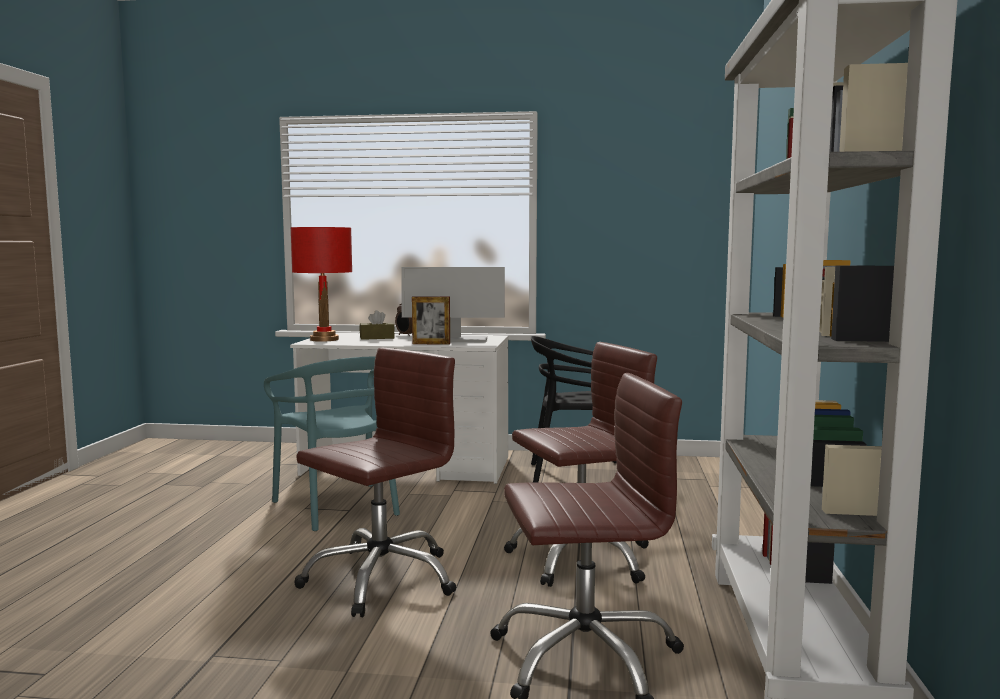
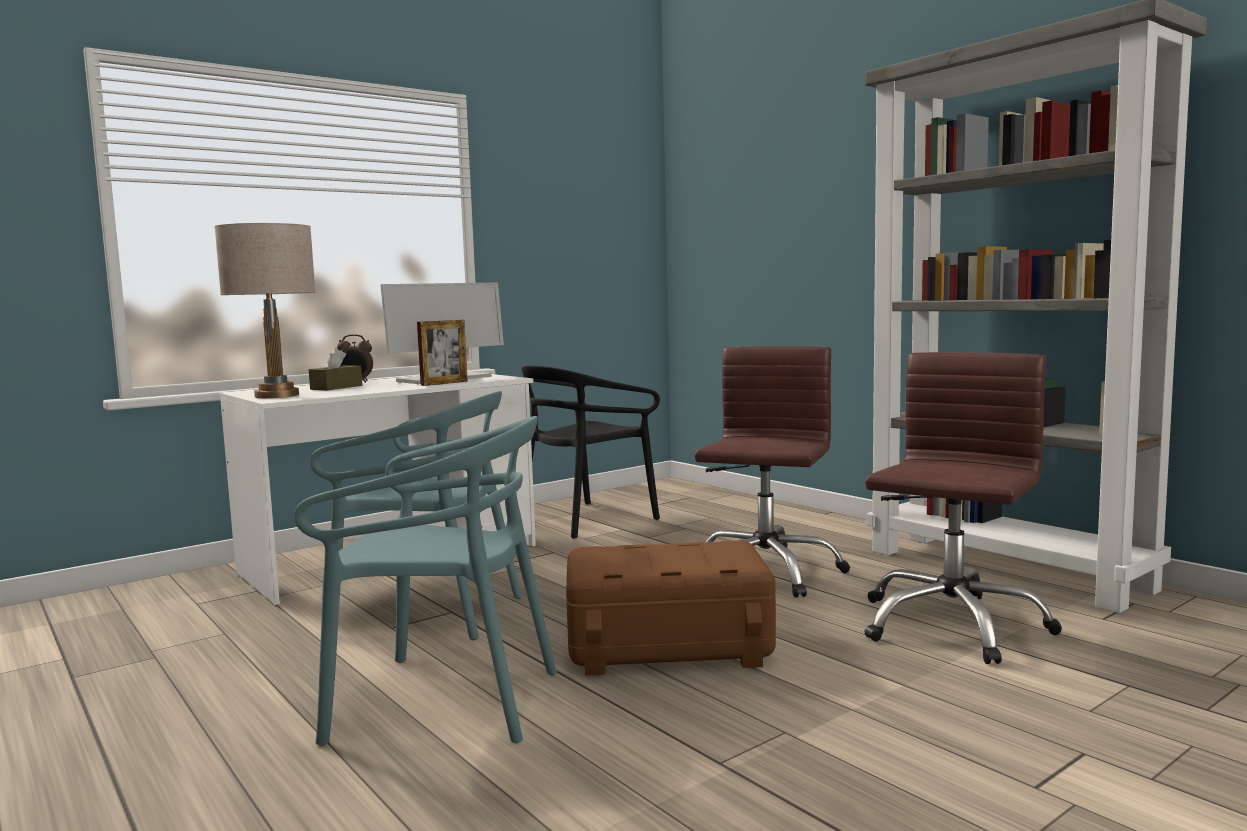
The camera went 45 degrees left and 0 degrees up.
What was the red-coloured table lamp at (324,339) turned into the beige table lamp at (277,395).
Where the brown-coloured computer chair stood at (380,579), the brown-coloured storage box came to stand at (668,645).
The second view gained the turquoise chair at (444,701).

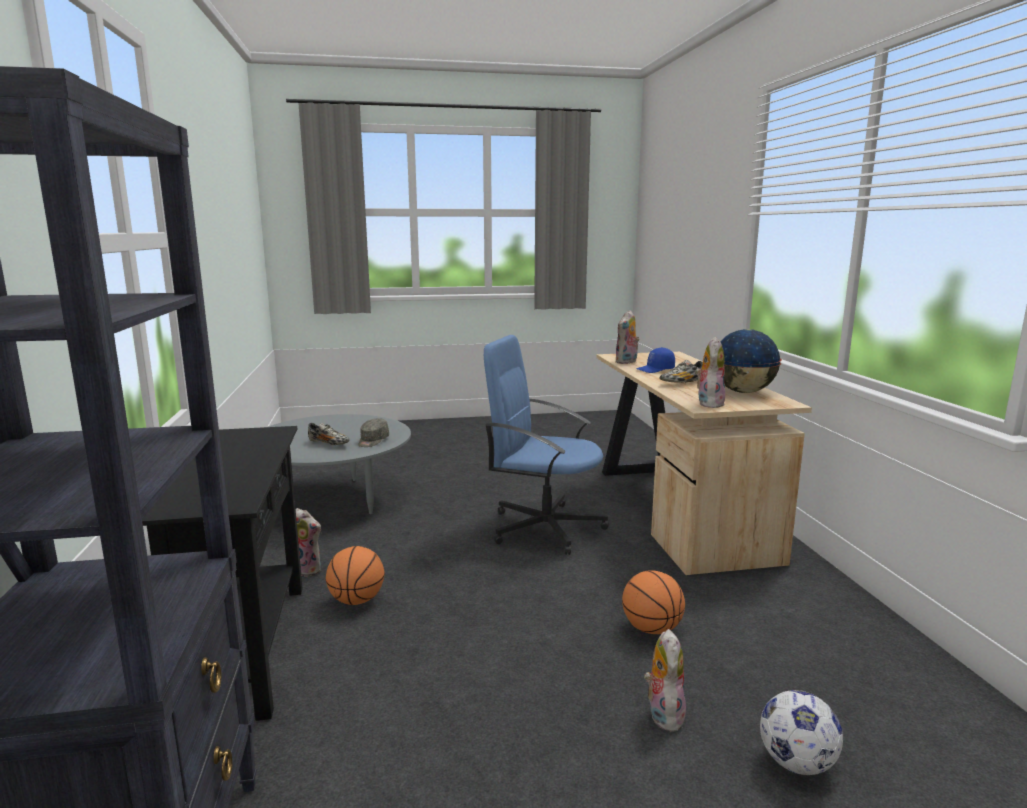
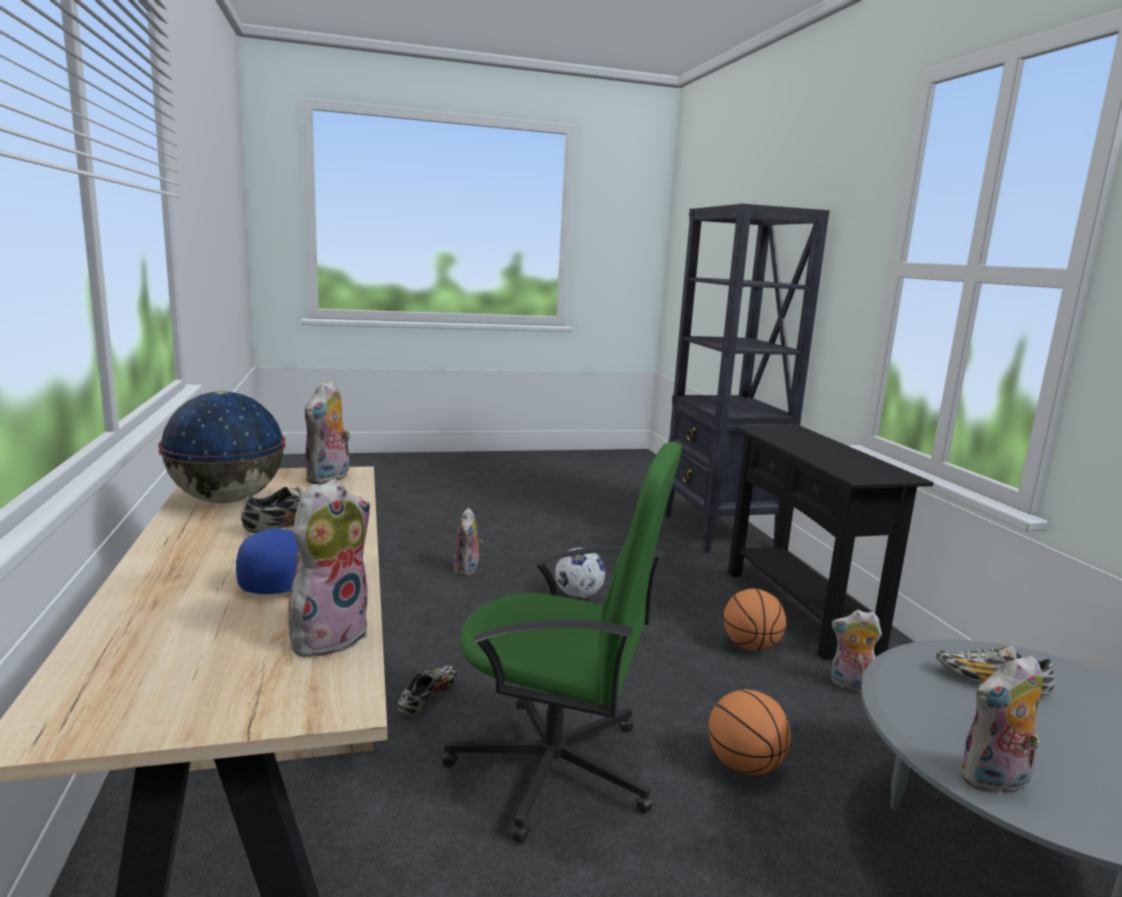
The camera went 175 degrees right and 0 degrees up.
The second view lost the greyish cap at (373,441).
What was the bluish computer chair at (544,527) turned into the green computer chair at (555,768).
The basketball ball ended up elsewhere, having gone from (651,629) to (744,766).
The football ball ended up elsewhere, having gone from (796,763) to (579,595).
The second view gained the low shoe at (428,698).
The second view gained the soft toy at (994,782).

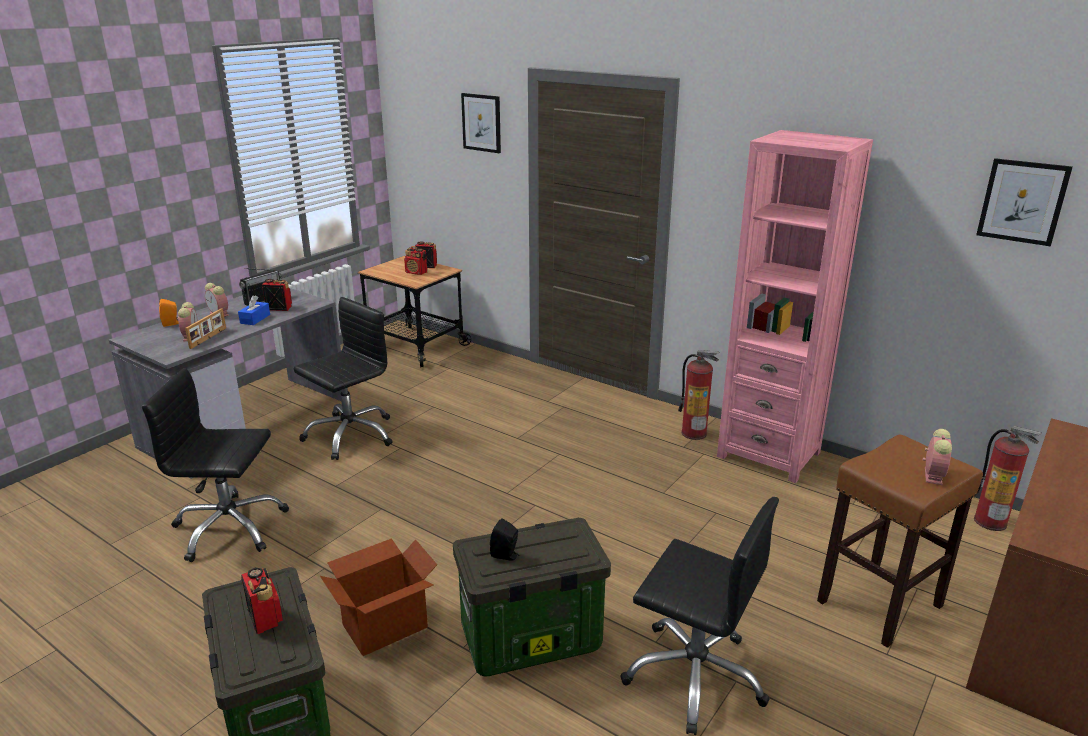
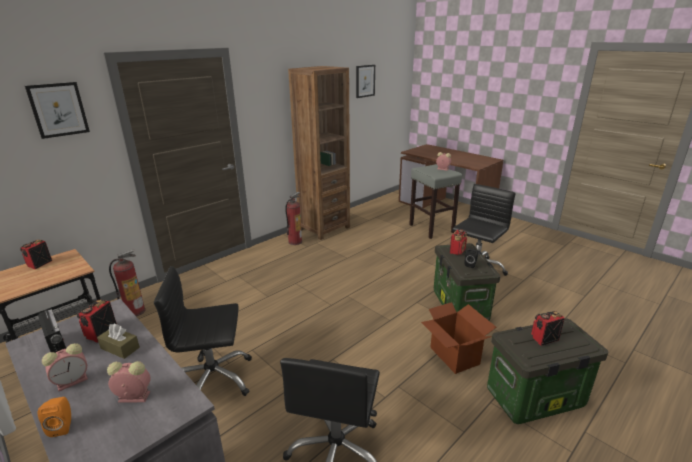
The camera went 80 degrees left and 0 degrees up.
The second view lost the picture frame at (209,338).
What was the bluish box of tissues at (255,319) turned into the brown-coloured box of tissues at (120,348).
The black computer chair at (350,435) ended up facing another way, 60 degrees counterclockwise from before.
The radio set ended up elsewhere, having gone from (416,273) to (457,251).
What was the pinkish bookcase at (768,454) turned into the brown-coloured bookcase at (324,228).
What was the brown-coloured stool seat at (880,603) turned into the greyish stool seat at (431,228).
The extinguisher ended up elsewhere, having gone from (990,521) to (135,311).

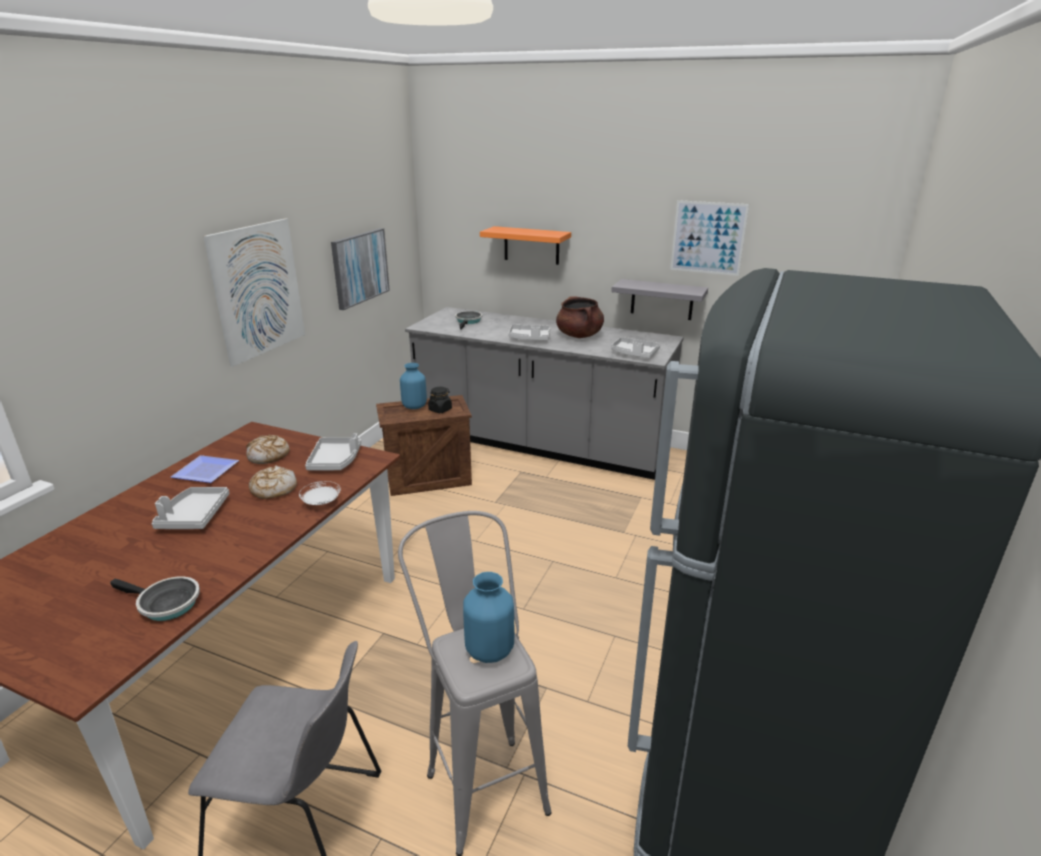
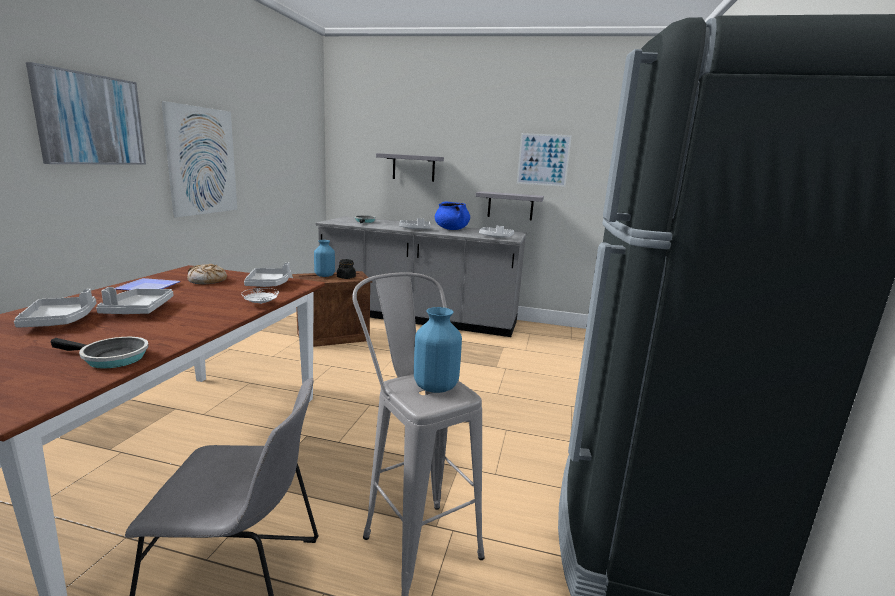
The camera went 10 degrees left and 10 degrees down.
The second view lost the baked bread at (273,489).
The wall art ended up elsewhere, having gone from (360,267) to (90,119).
What was the orange shelf at (531,245) turned into the greyish shelf at (413,167).
What was the brown-coloured cooking pot at (579,335) turned into the bluish cooking pot at (451,229).
The second view gained the greyish tray at (60,320).

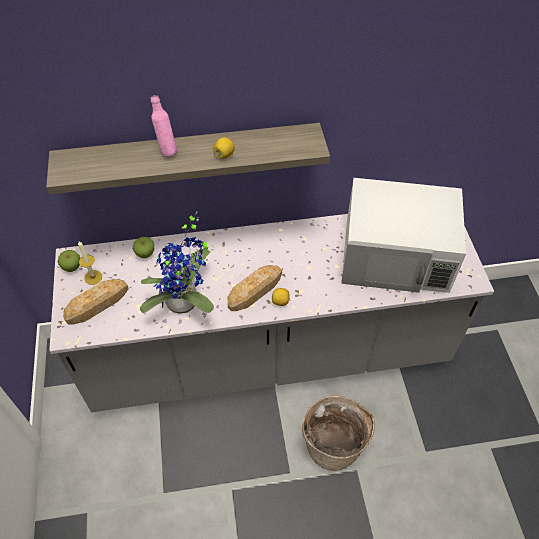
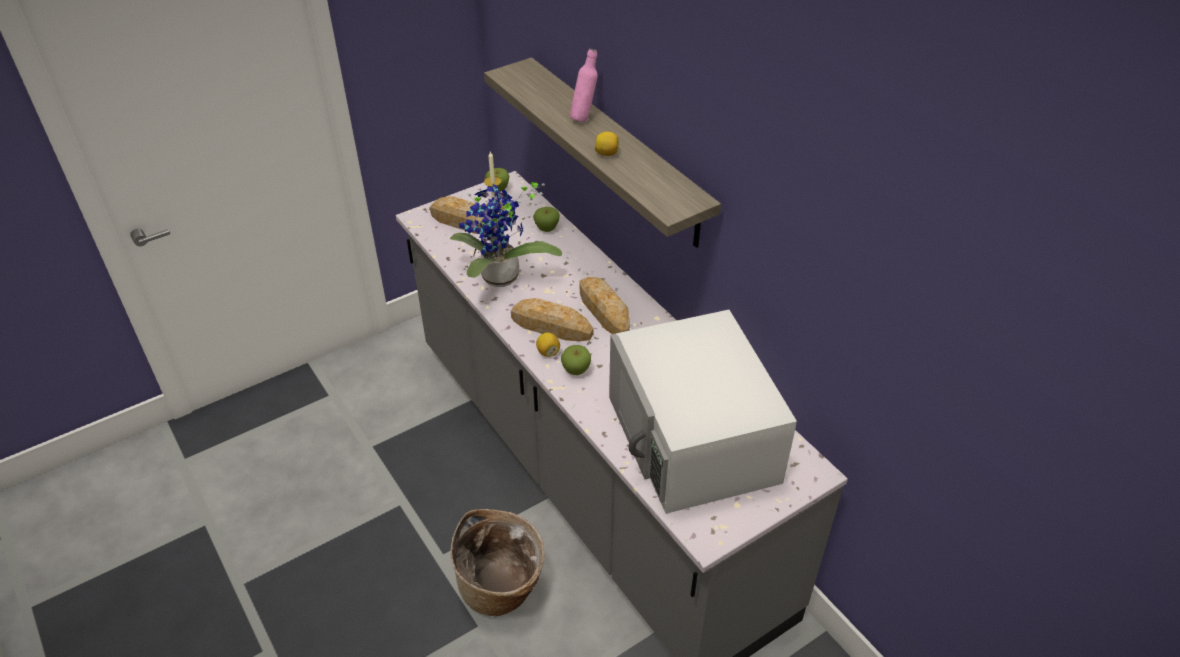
The camera went 65 degrees right and 10 degrees down.
The second view gained the apple fruit at (576,370).
The second view gained the baked bread at (604,310).

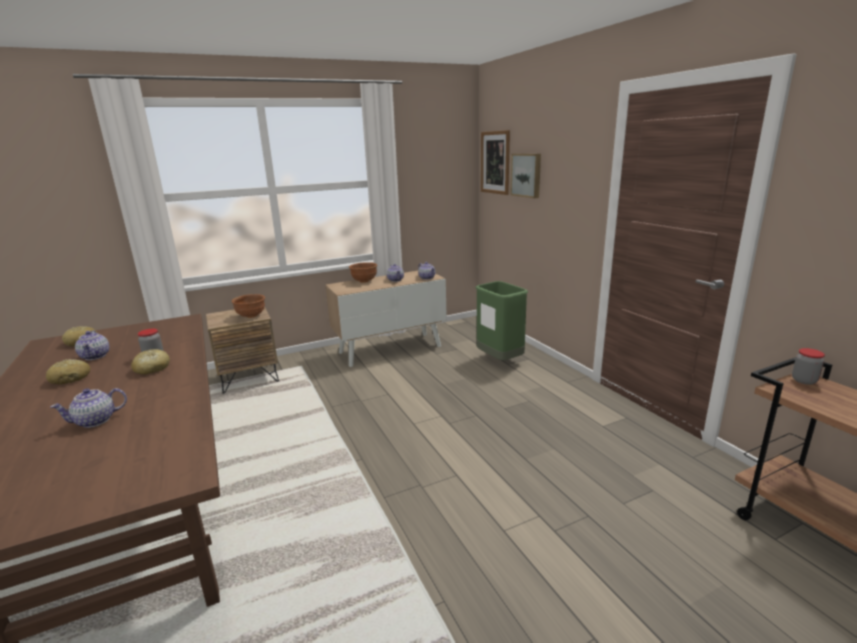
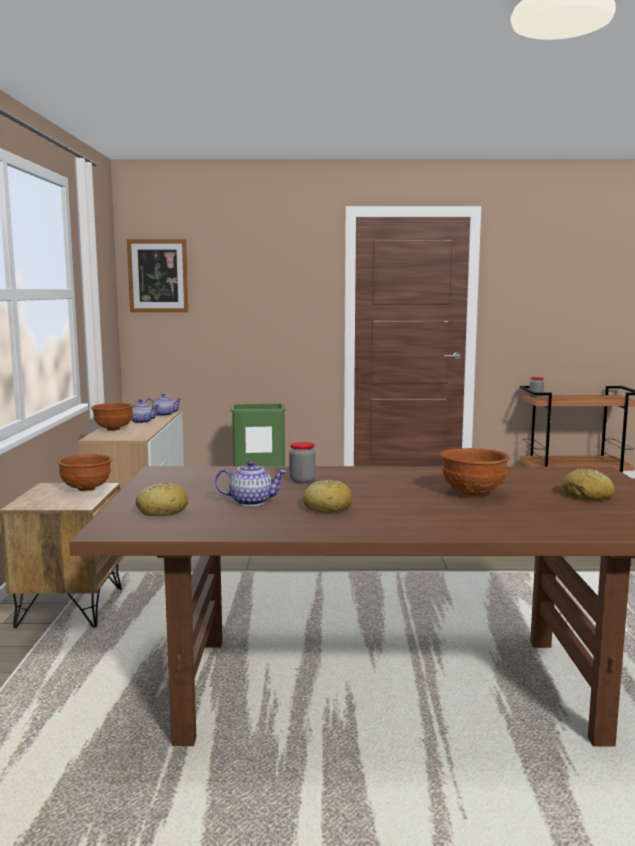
The camera went 65 degrees left and 10 degrees down.
Where the pot for tea stood at (96,421), the brown-coloured deep dish came to stand at (473,493).
The baked bread ended up elsewhere, having gone from (152,369) to (587,496).
The second view lost the wall art at (527,175).

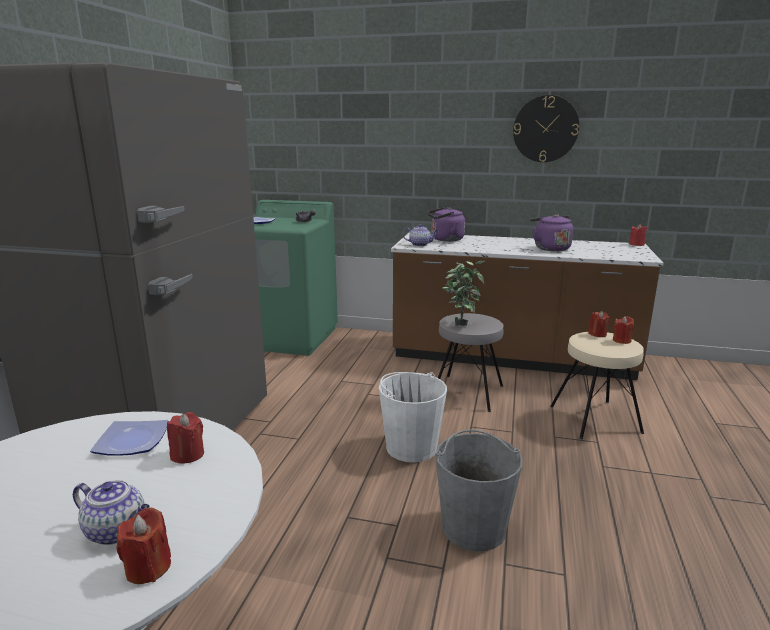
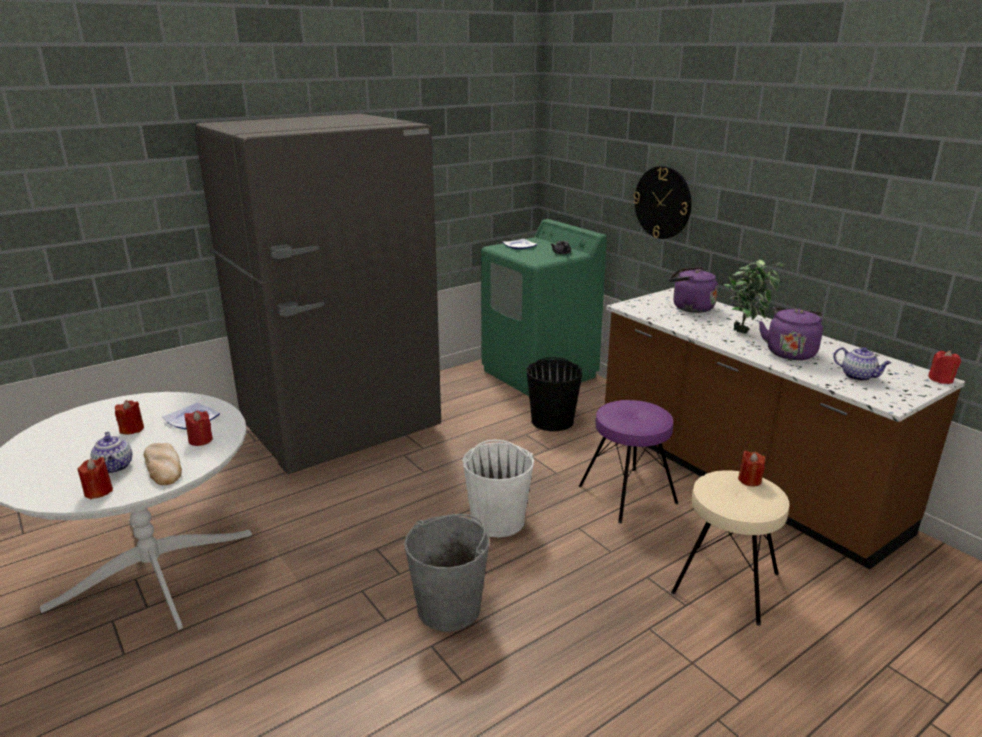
The camera went 40 degrees right and 5 degrees up.
The pot for tea ended up elsewhere, having gone from (420,244) to (858,376).
What was the greyish stool seat at (466,393) turned into the purplish stool seat at (626,494).
The plant in a pot ended up elsewhere, having gone from (461,323) to (746,331).
The clock on the wall ended up elsewhere, having gone from (545,129) to (663,202).
The red-coloured wax light ended up elsewhere, having gone from (621,340) to (132,429).
The second view gained the baked bread at (164,467).
The second view gained the black bucket at (552,420).

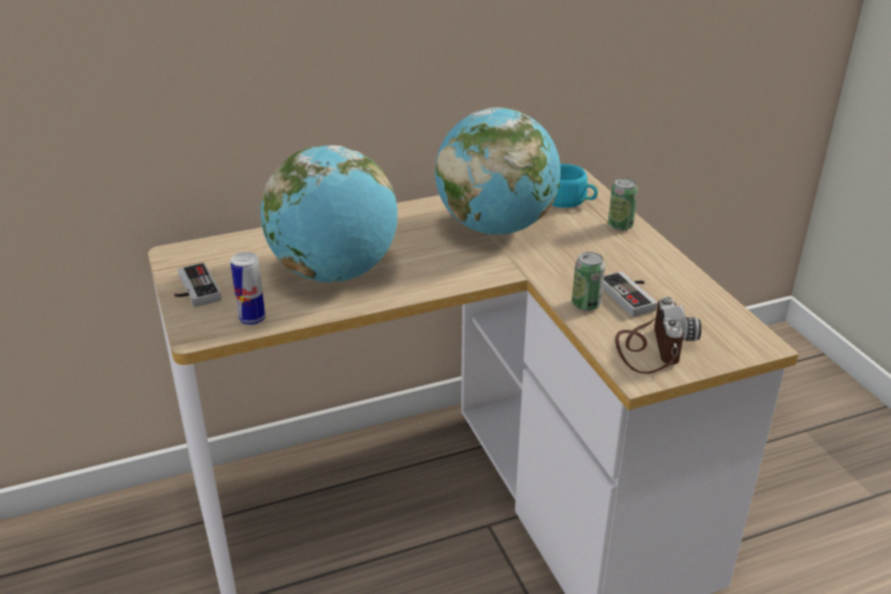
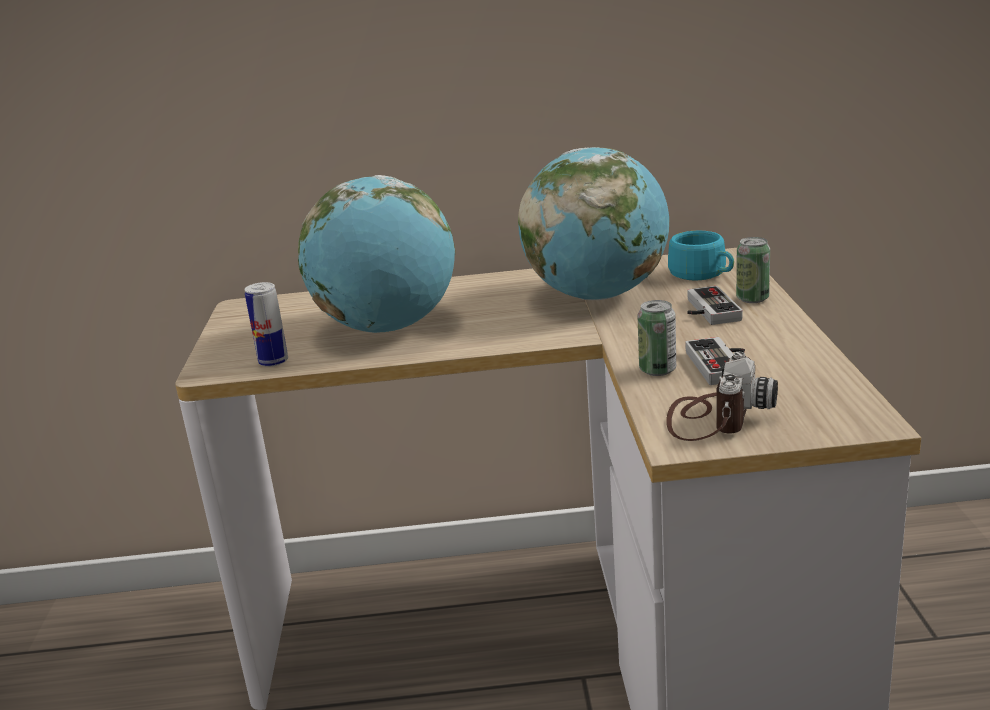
The camera went 20 degrees right and 10 degrees down.
The joypad ended up elsewhere, having gone from (193,290) to (706,311).

